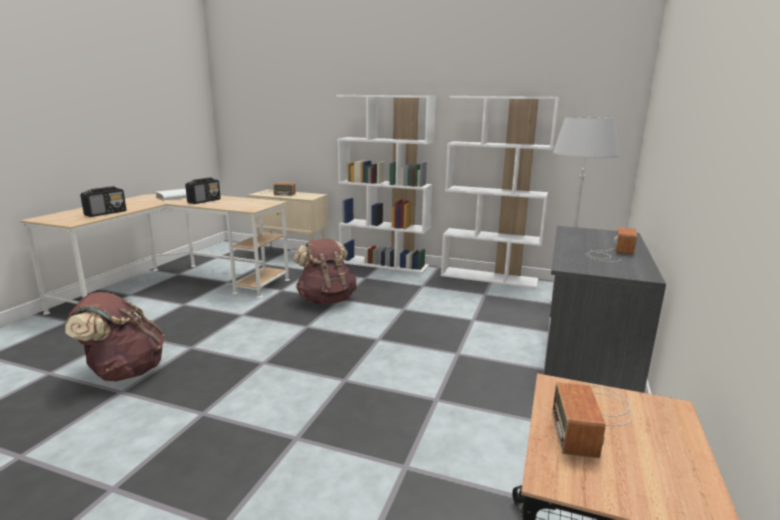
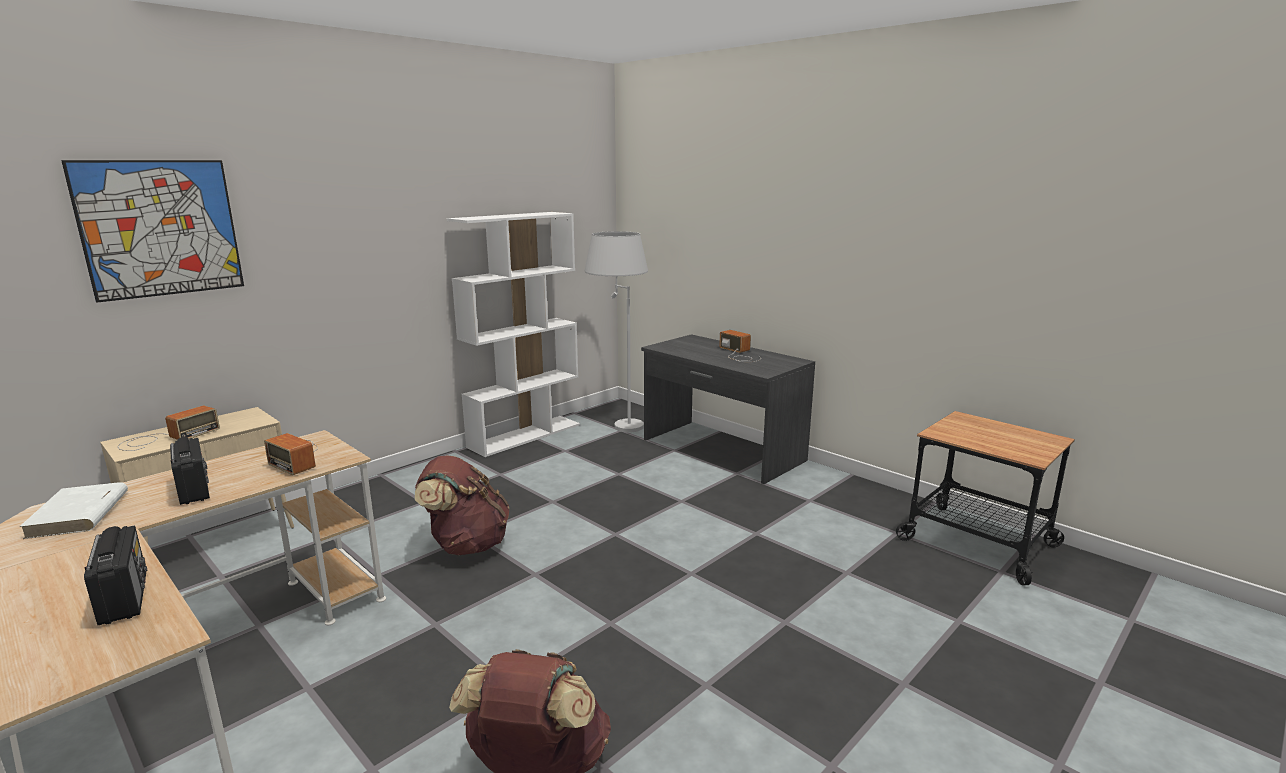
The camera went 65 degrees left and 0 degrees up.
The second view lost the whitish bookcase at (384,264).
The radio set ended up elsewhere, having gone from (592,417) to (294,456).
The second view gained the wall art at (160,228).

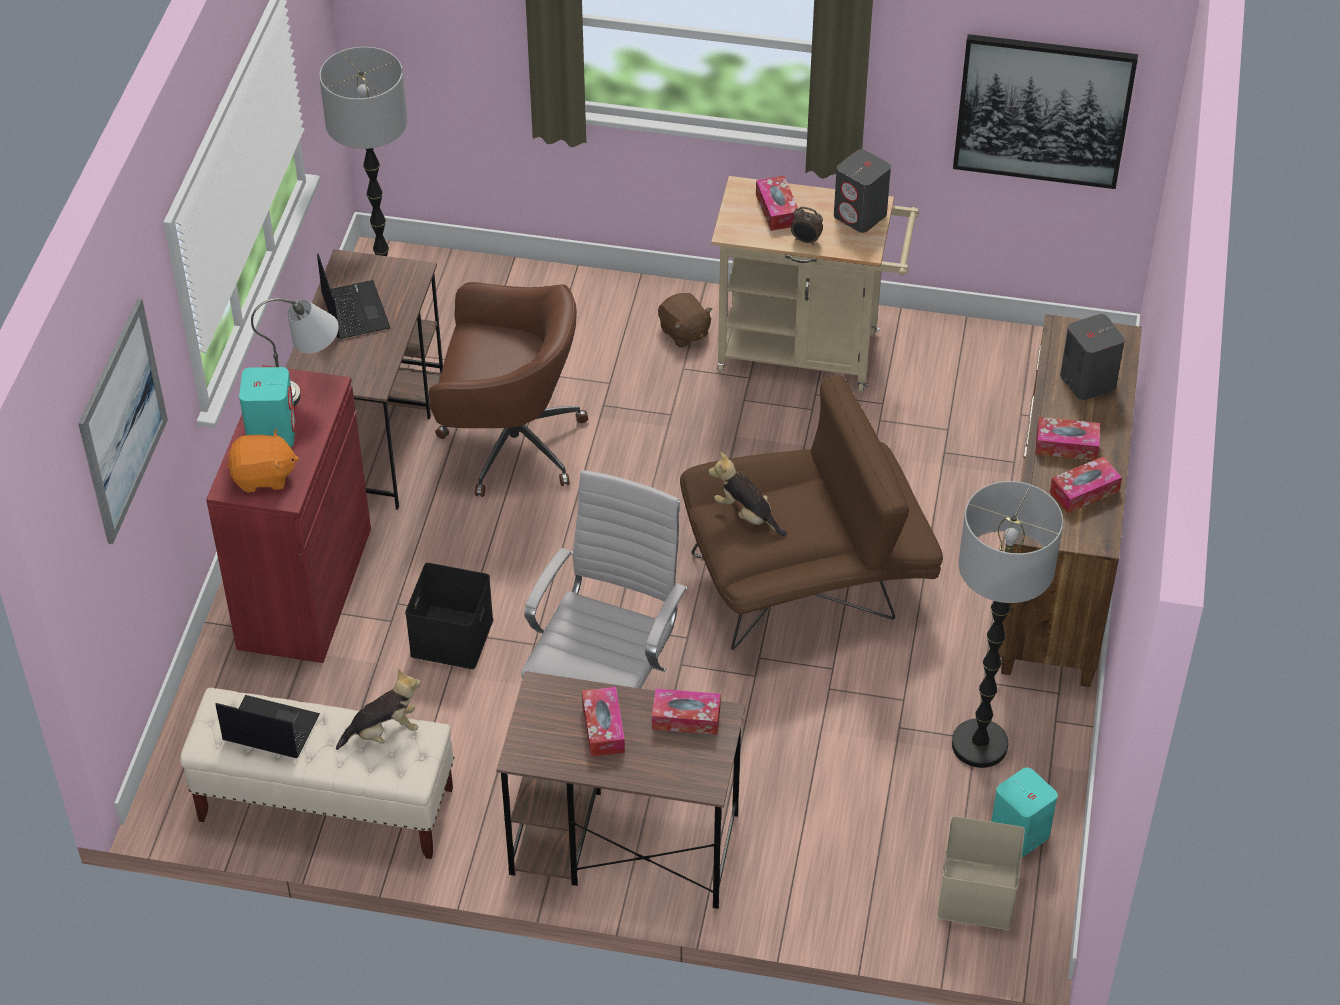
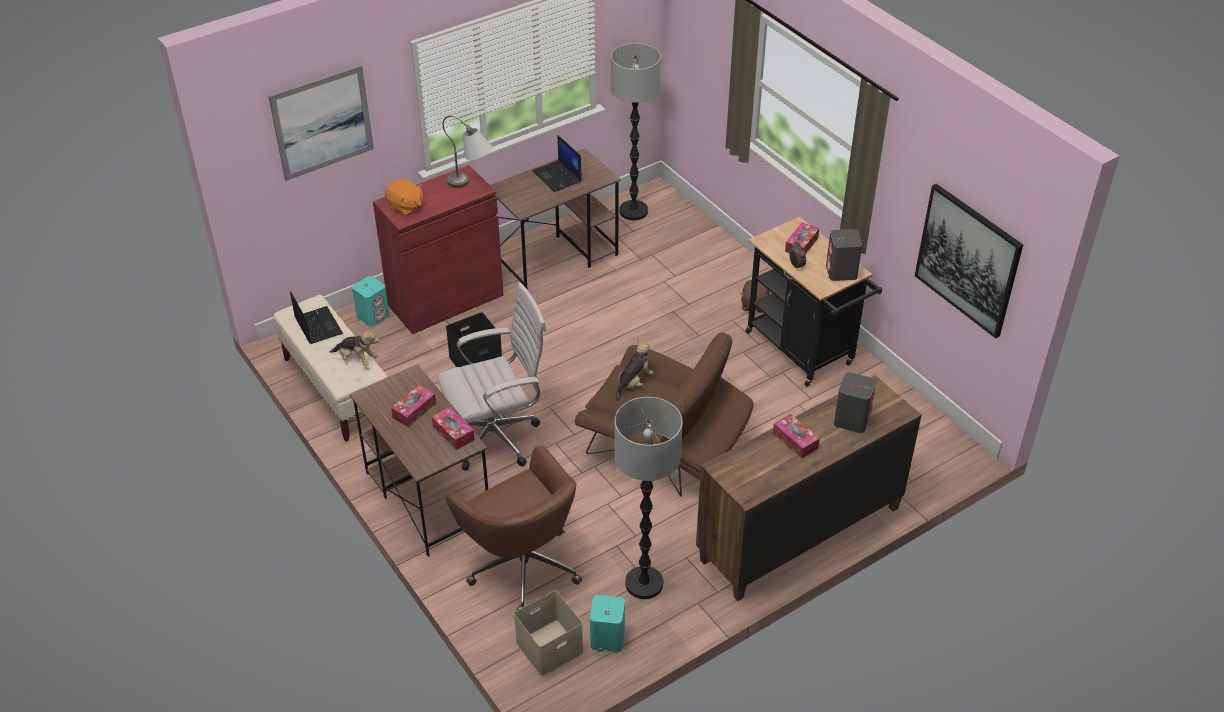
The camera went 45 degrees right and 5 degrees down.
The turquoise loudspeaker ended up elsewhere, having gone from (272,432) to (373,316).
The laptop at (354,310) ended up facing another way, 120 degrees clockwise from before.
The brown-coloured computer chair ended up elsewhere, having gone from (509,443) to (522,565).
The soft toy at (746,515) ended up facing another way, 45 degrees clockwise from before.
What was the beige wheeled cart at (808,353) turned into the black wheeled cart at (804,352).
The second view lost the box of tissues at (1084,491).

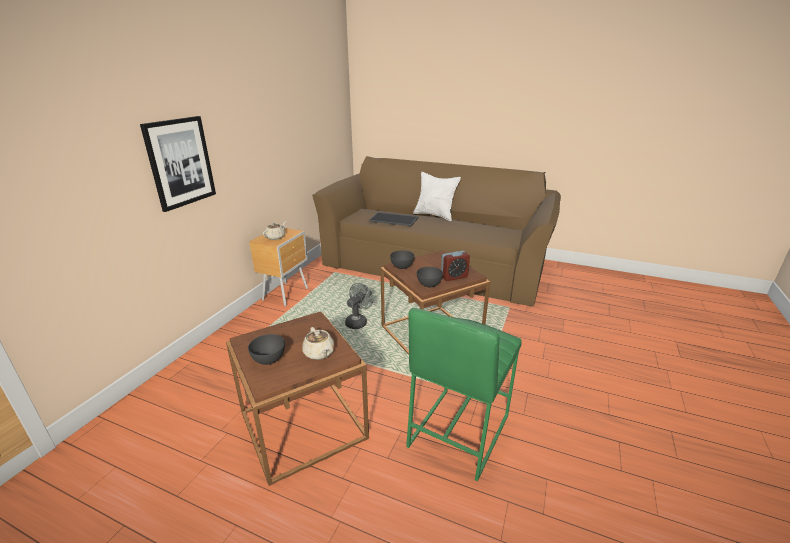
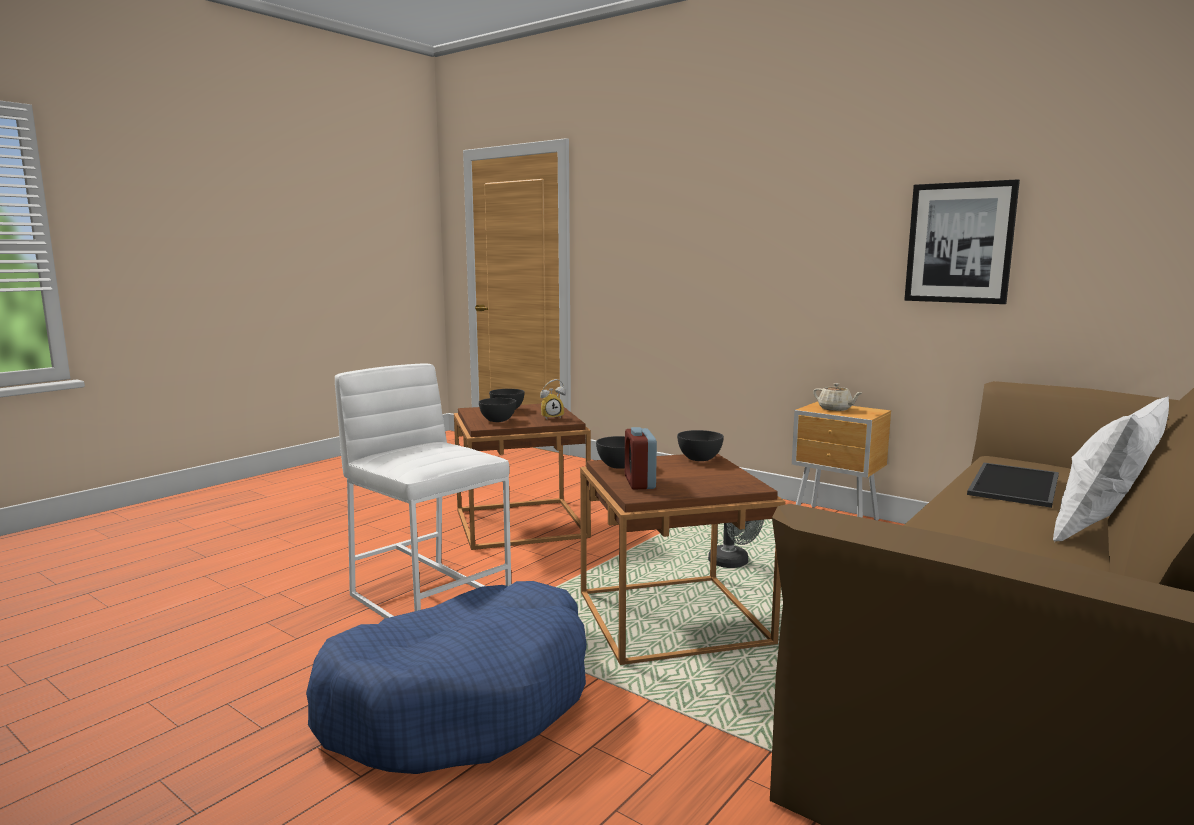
The camera went 105 degrees right and 15 degrees down.
The wall art ended up elsewhere, having gone from (180,162) to (959,243).
Where the beige pot for tea stood at (319,353), the greyish deep dish came to stand at (498,420).
What was the green stool seat at (457,430) turned into the whitish stool seat at (430,598).
The second view gained the bluish dog bed at (461,701).
The second view gained the table clock at (552,417).

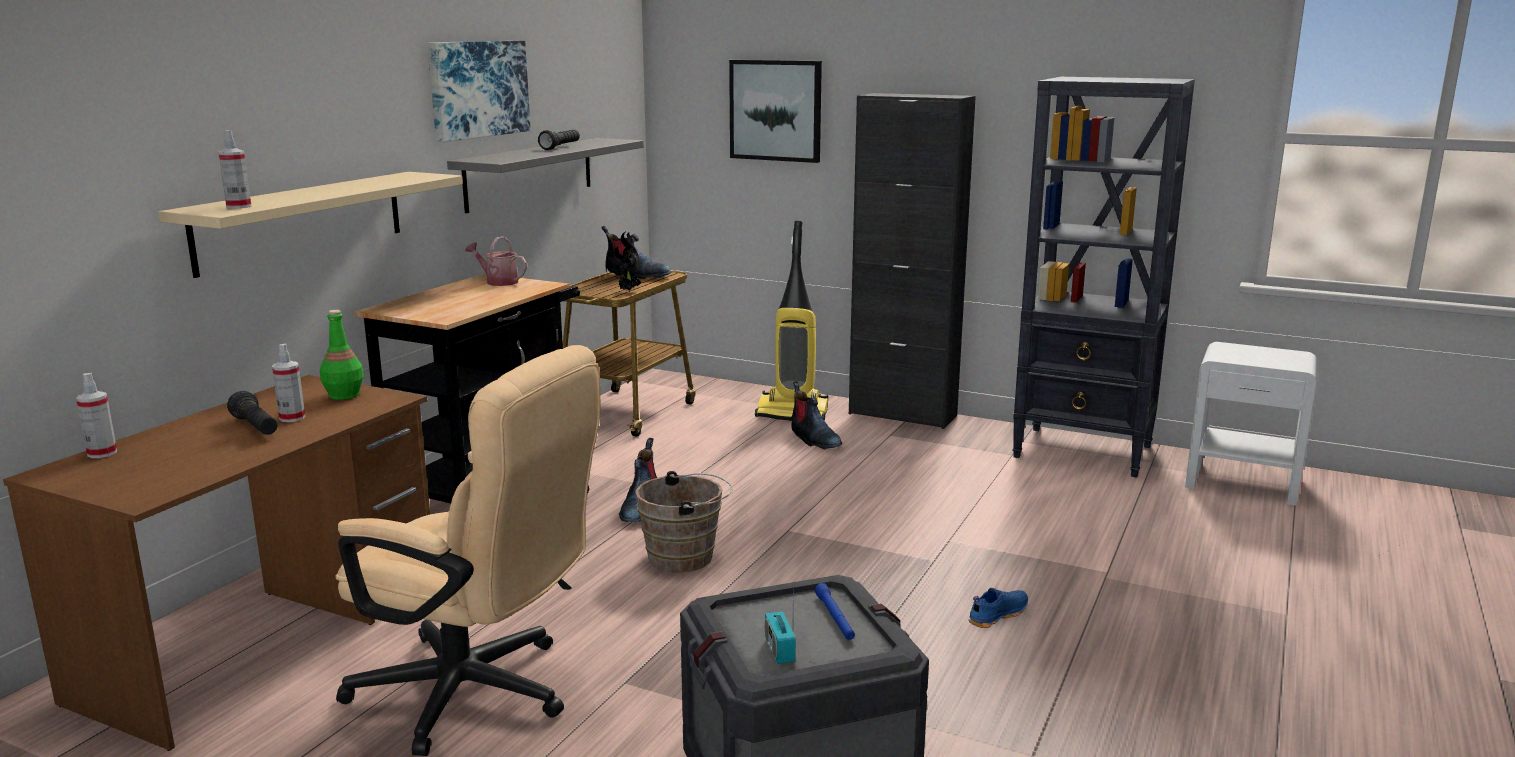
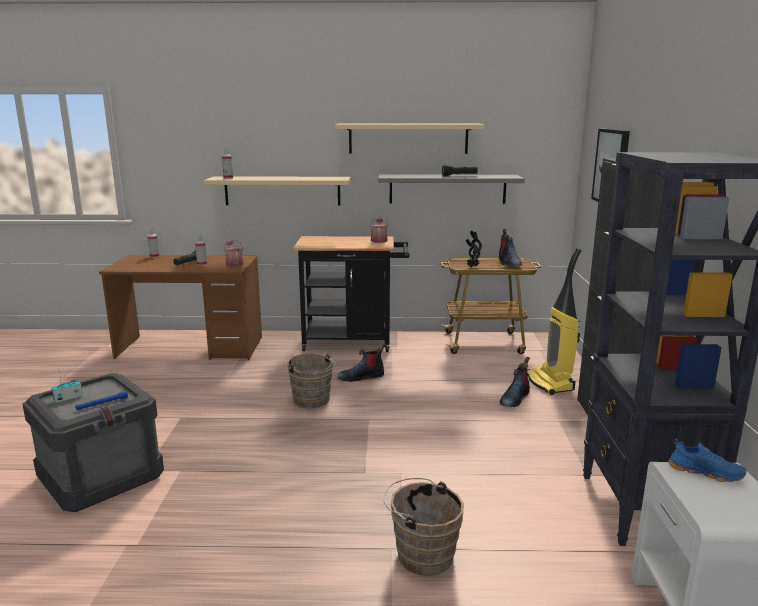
The camera went 65 degrees right and 0 degrees up.
Where the green beverage bottle stood at (344,395), the watering can came to stand at (234,263).
The second view lost the beige computer chair at (480,695).
Where the wall art hung at (478,89), the beige shelf came to hang at (408,138).
The bluish low shoe ended up elsewhere, having gone from (996,615) to (705,472).
The second view gained the brown-coloured bucket at (421,554).

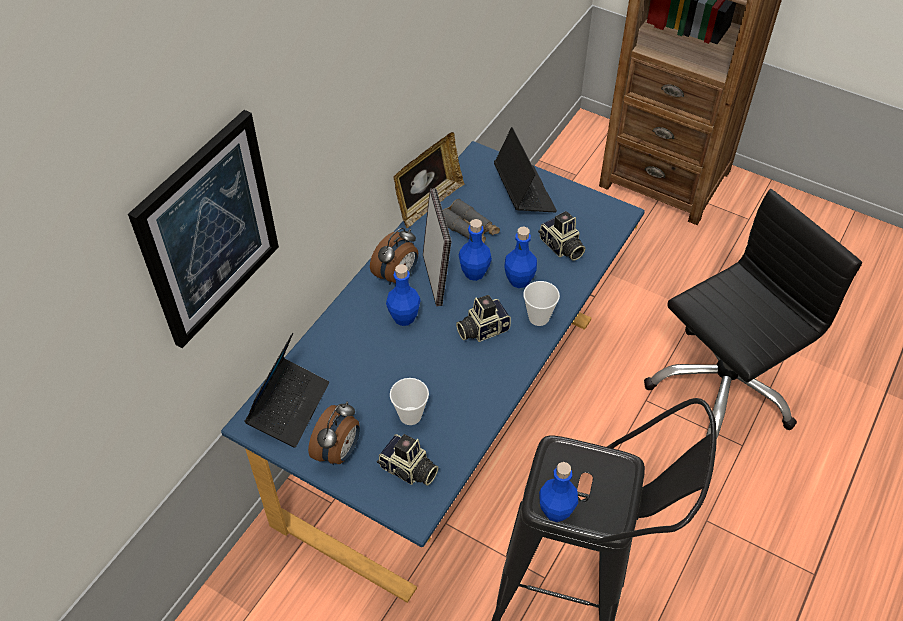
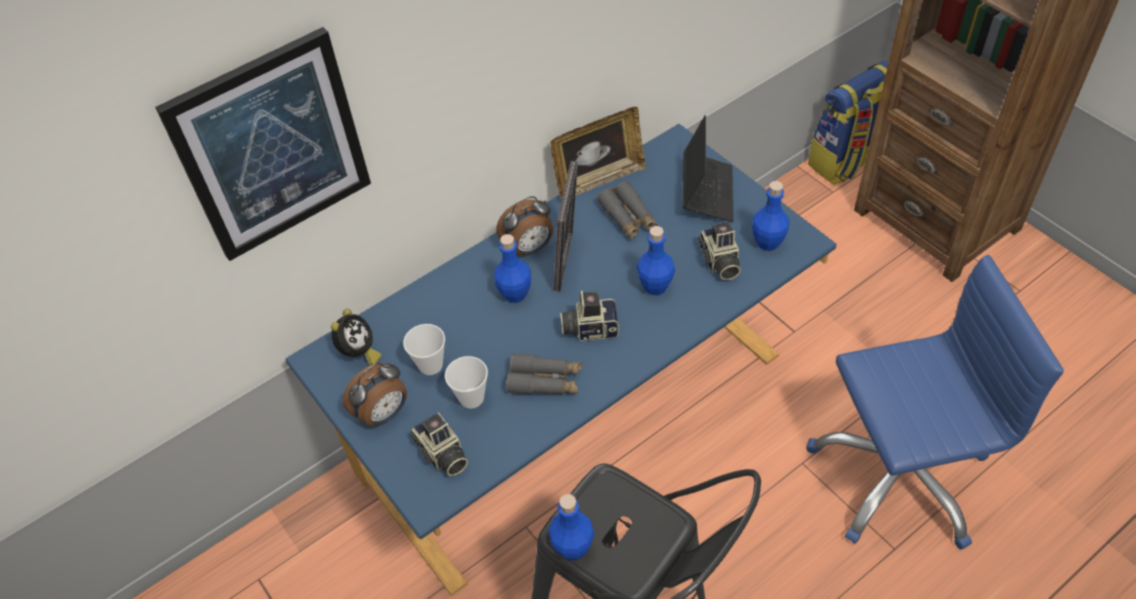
The camera went 25 degrees right and 0 degrees up.
Where the laptop stood at (289,406), the table clock came to stand at (359,353).
The bluish beverage bottle ended up elsewhere, having gone from (474,273) to (768,242).
The drinking cup ended up elsewhere, having gone from (538,318) to (431,365).
What was the black computer chair at (721,387) turned into the bluish computer chair at (898,475).
The second view gained the greyish pair of binoculars at (545,381).
The second view gained the knapsack at (847,161).

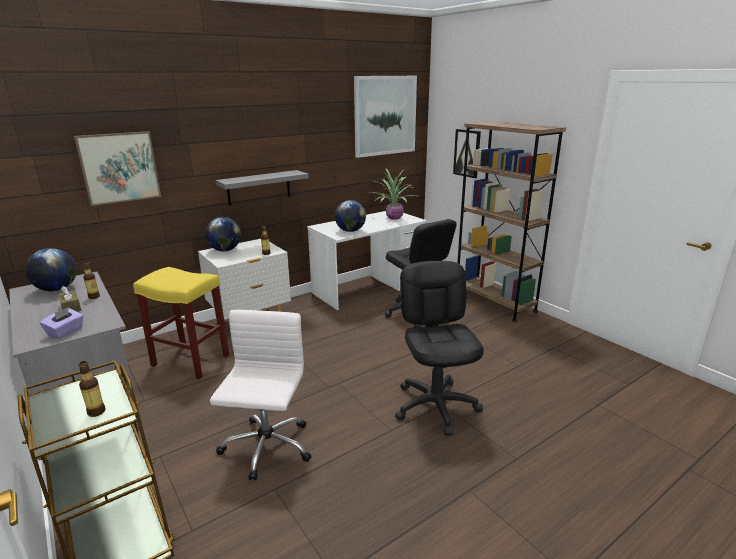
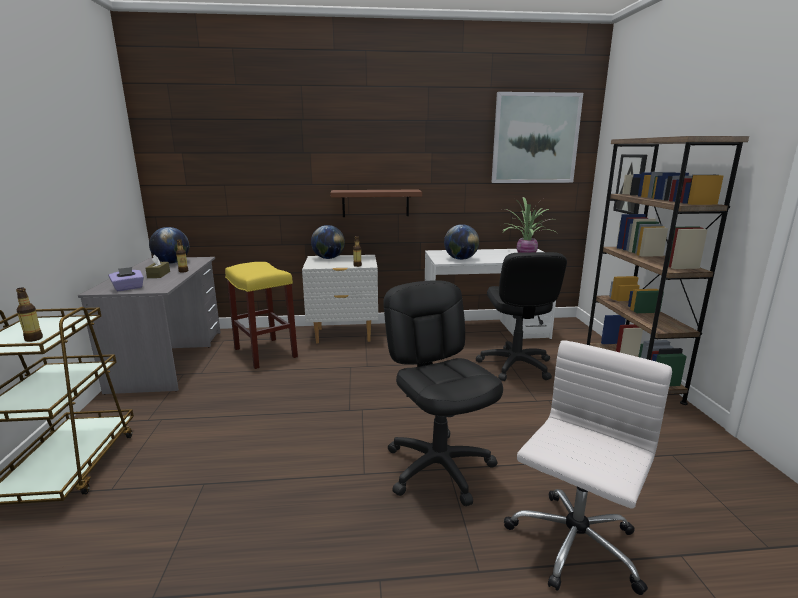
The camera went 30 degrees right and 5 degrees down.
The second view lost the wall art at (119,167).
The whitish computer chair ended up elsewhere, having gone from (266,448) to (573,545).
What was the greyish shelf at (259,187) turned into the brown-coloured shelf at (375,203).
The black computer chair at (436,406) ended up facing another way, 45 degrees counterclockwise from before.

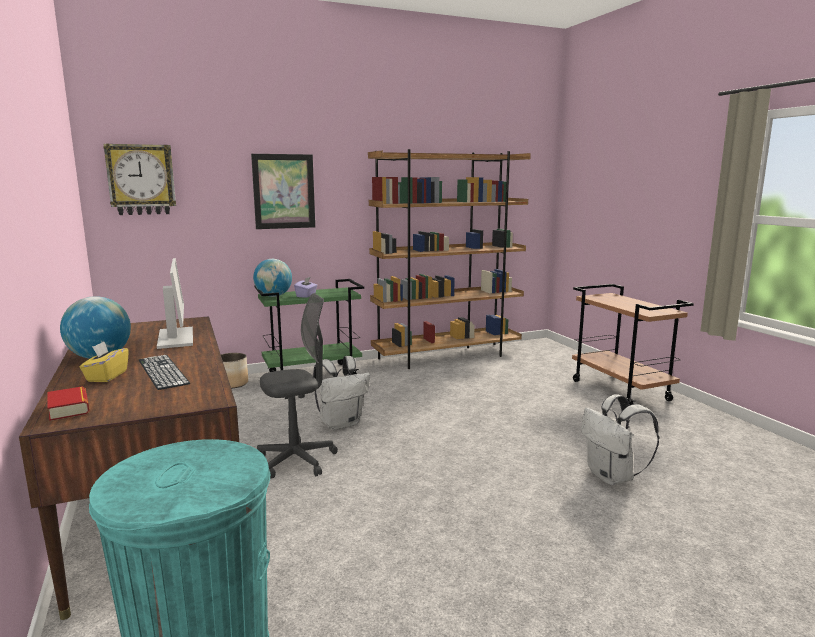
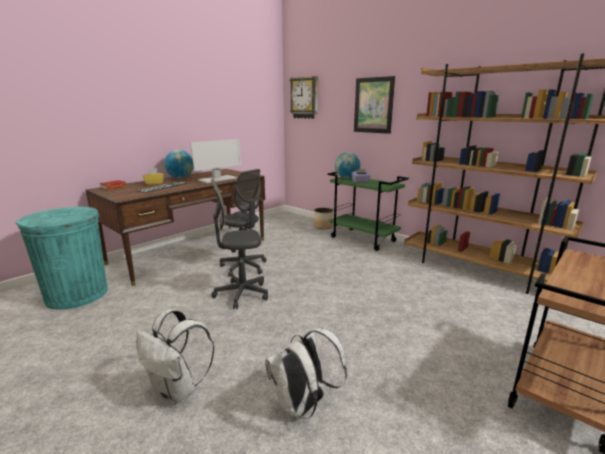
The camera went 65 degrees right and 5 degrees up.
The whitish knapsack ended up elsewhere, having gone from (341,423) to (177,390).
The second view gained the greyish computer chair at (241,294).

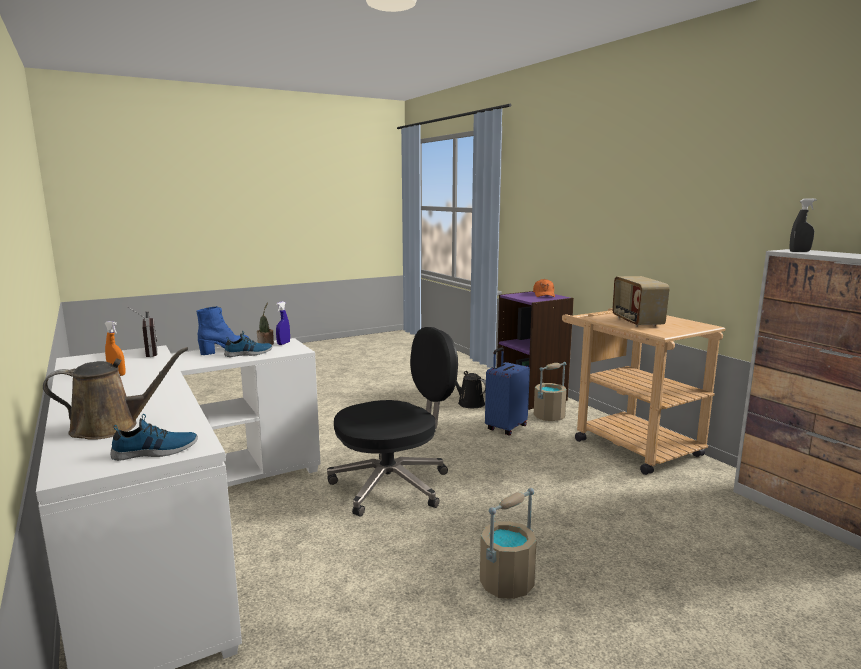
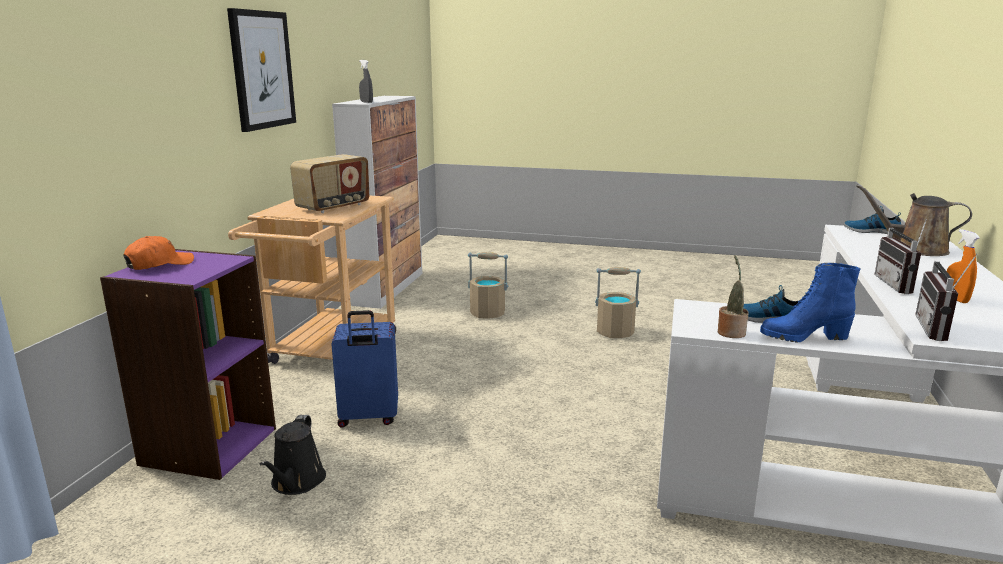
The camera went 135 degrees left and 5 degrees up.
The second view lost the bluish sprayer at (283,343).
The second view lost the black computer chair at (393,485).
The beige bucket ended up elsewhere, having gone from (549,416) to (488,313).
The second view gained the wall art at (262,70).
The second view gained the radio set at (900,286).

